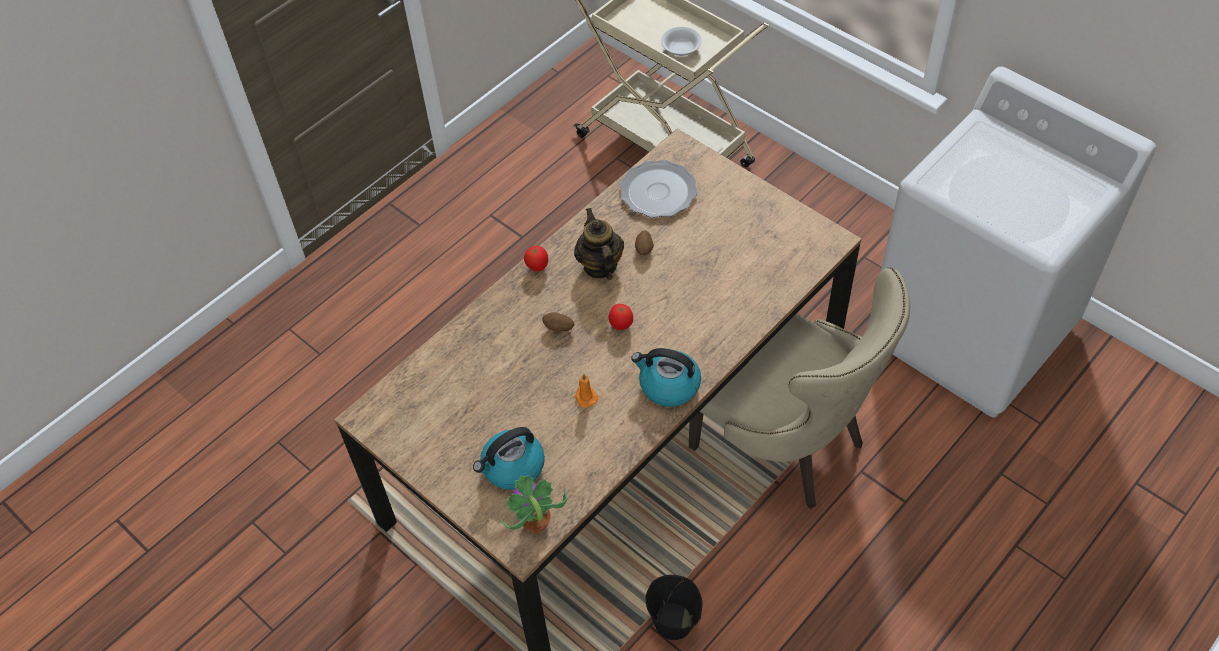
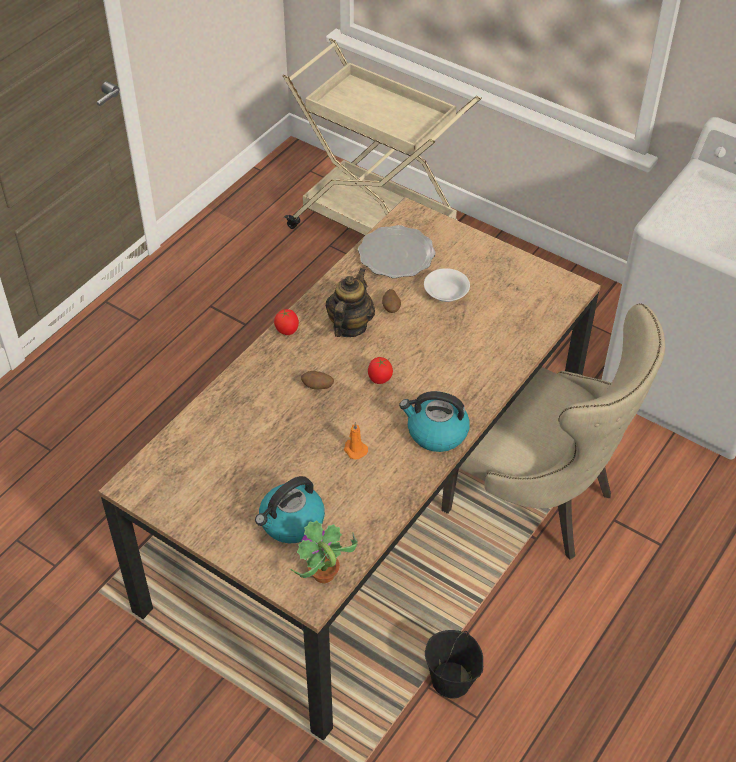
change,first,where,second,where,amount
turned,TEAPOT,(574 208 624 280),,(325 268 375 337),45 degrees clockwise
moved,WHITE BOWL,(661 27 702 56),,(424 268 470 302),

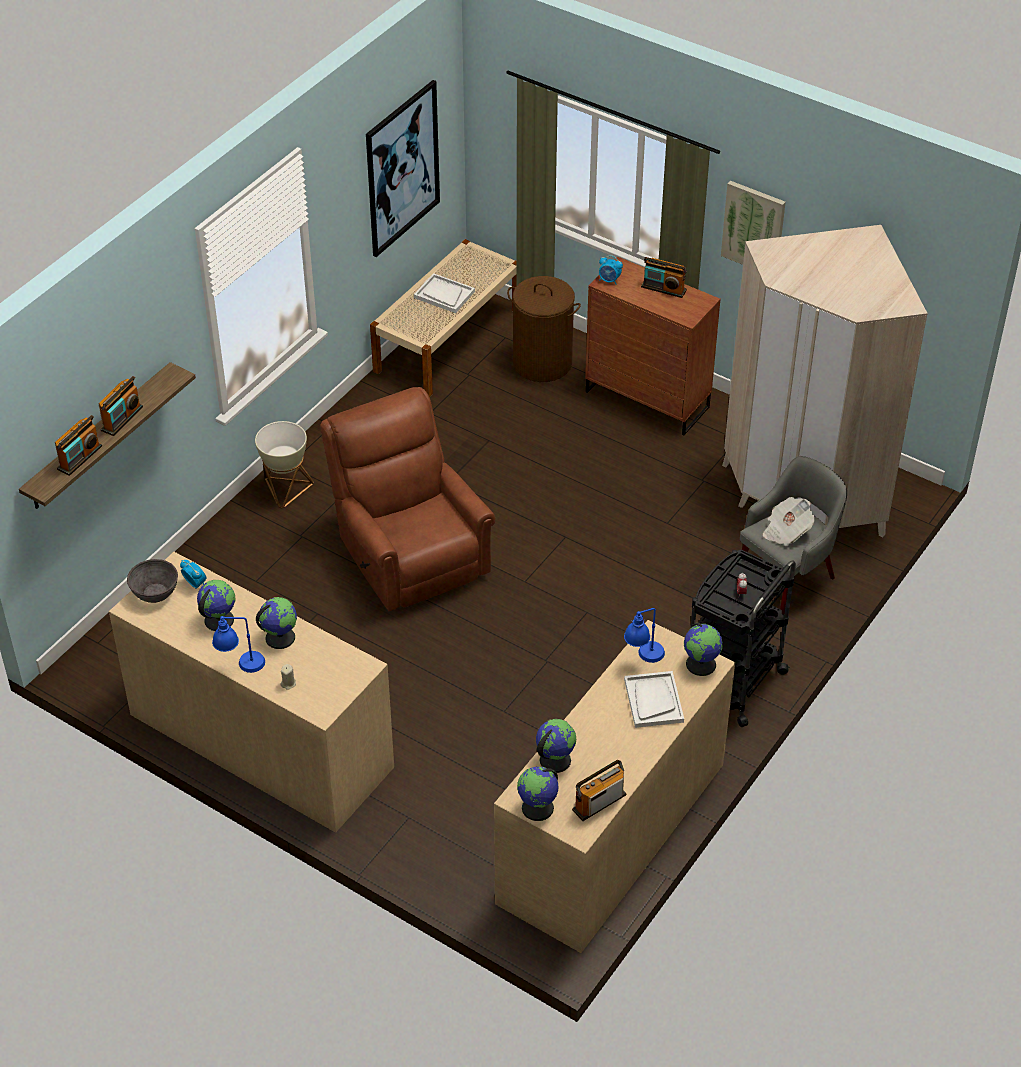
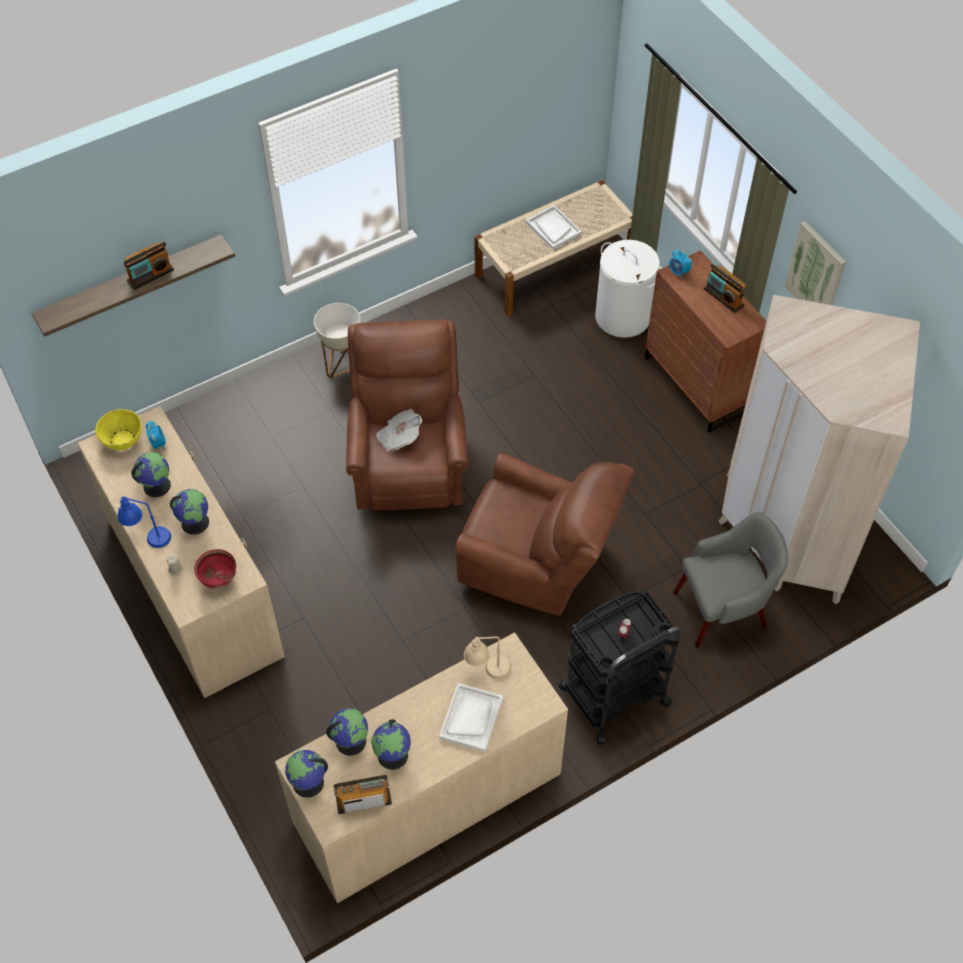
change,first,where,second,where,amount
removed,RADIO,(55 415 102 476),,,
recoloured,GREY BOWL,(127 559 178 603),YELLOW BOWL,(95 409 142 450),
removed,PICTURE,(366 80 440 257),,,
recoloured,BROWN LAUNDRY BASKET,(507 276 581 382),WHITE LAUNDRY BASKET,(595 240 660 338),
recoloured,BLUE TABLE LAMP,(624 608 665 663),BEIGE TABLE LAMP,(464 636 511 679),
moved,GLOBE,(684 623 723 676),,(371 719 411 770),
moved,NEWSPAPER,(763 497 815 546),,(376 409 422 452),
added,,,RED BOWL,(194 549 236 588),
added,,,BROWN ARMCHAIR,(455 453 634 616),

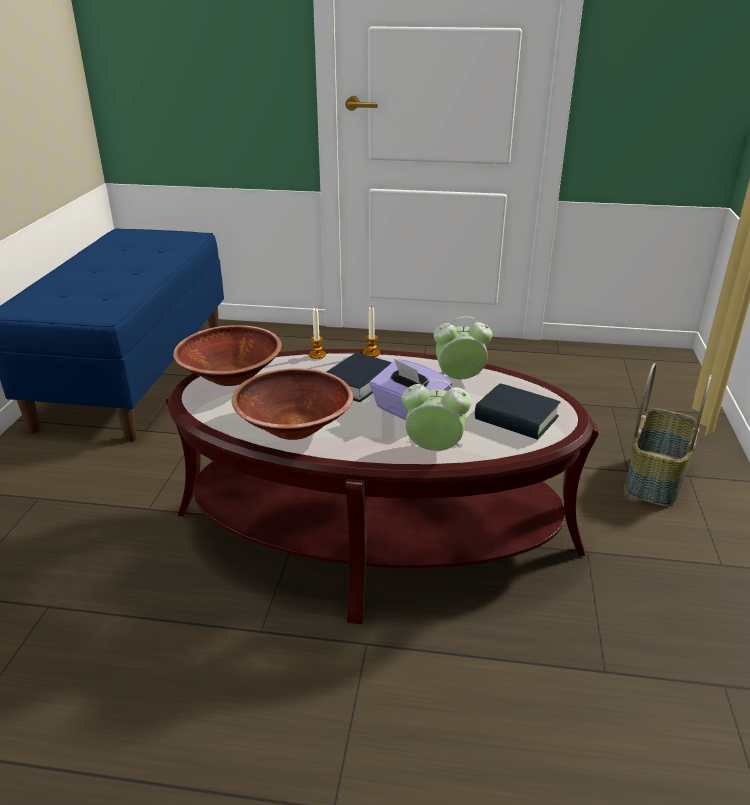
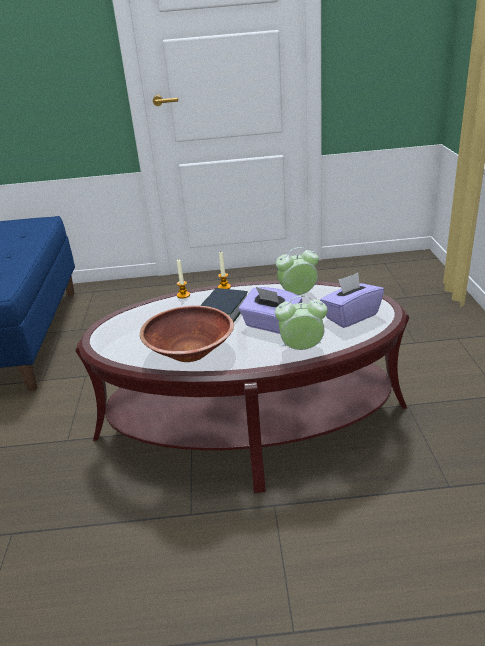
change,first,where,second,where,amount
removed,BROWN BOWL,(173 325 282 386),,,
replaced,BOOK,(475 383 560 440),PURPLE TISSUE BOX,(320 273 384 328),
removed,BASKET,(625 363 712 506),,,

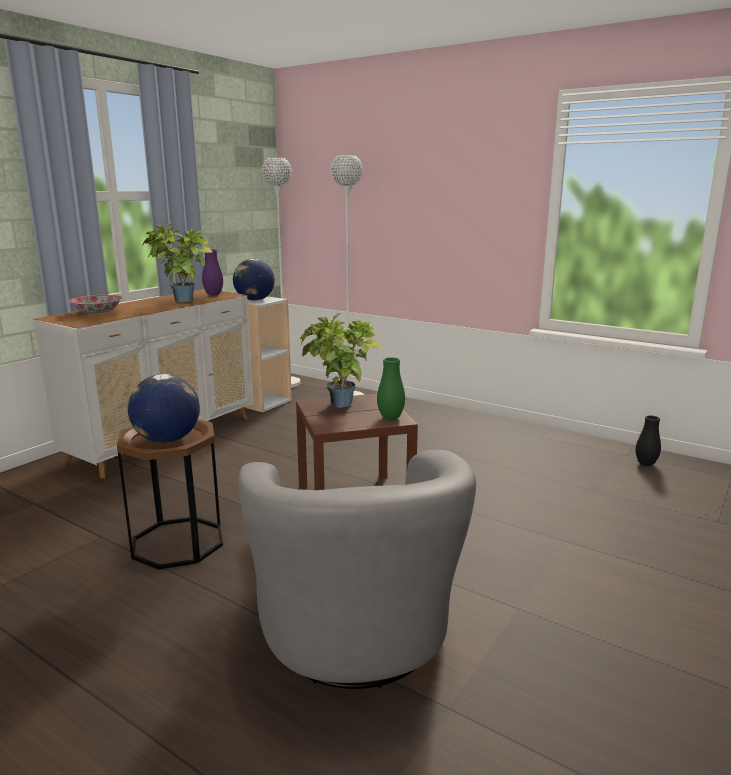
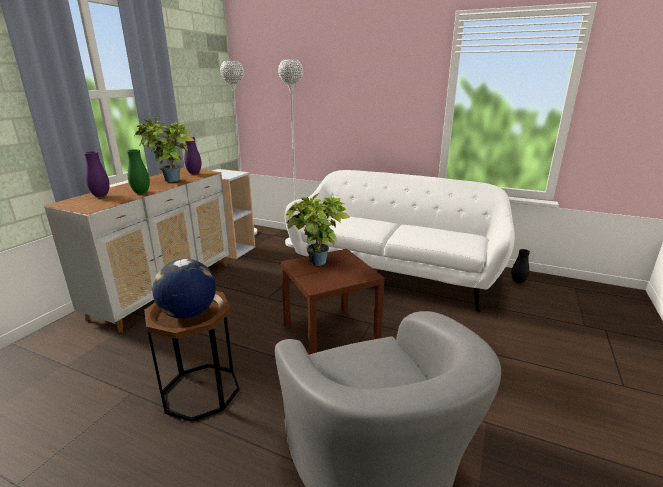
change,first,where,second,where,amount
replaced,BOWL,(69 295 123 313),PURPLE VASE,(84 151 110 197),
removed,GLOBE,(233 259 275 301),,,
moved,GREEN VASE,(377 357 405 420),,(127 149 150 194),
added,,,WHITE SOFA,(285 170 515 312),

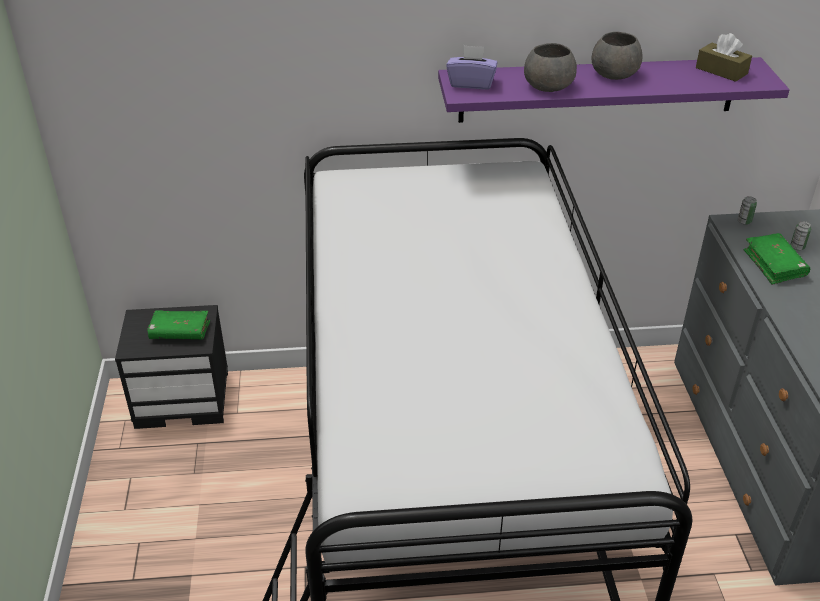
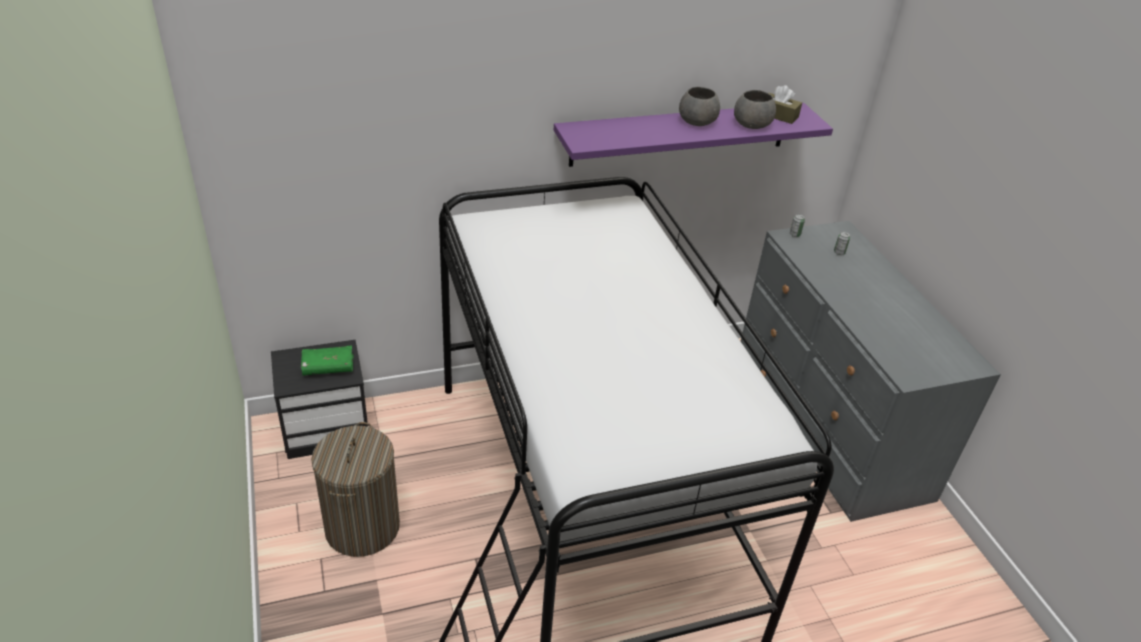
change,first,where,second,where,amount
removed,PURPLE TISSUE BOX,(446 45 498 89),,,
moved,GREY BOWL,(524 43 577 92),,(734 90 776 129),
removed,GREEN BOOK,(744 233 810 285),,,
added,,,LAUNDRY BASKET,(311 422 400 557),

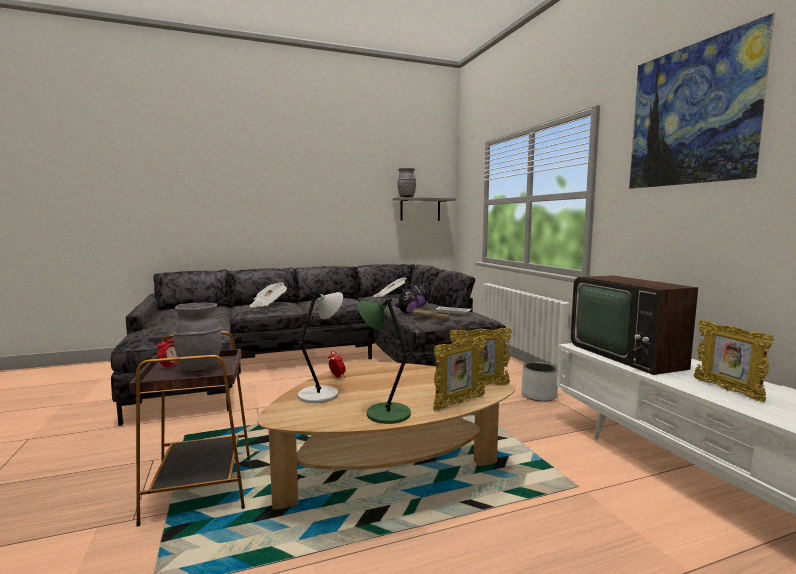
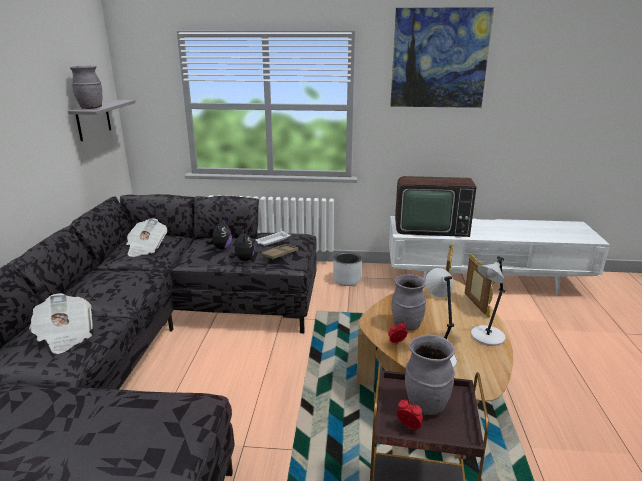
change,first,where,second,where,amount
recoloured,GREEN TABLE LAMP,(358 298 411 424),GREY TABLE LAMP,(471 256 506 346),
removed,PICTURE FRAME,(694 320 774 402),,,
added,,,GREY VASE,(392 274 426 331),

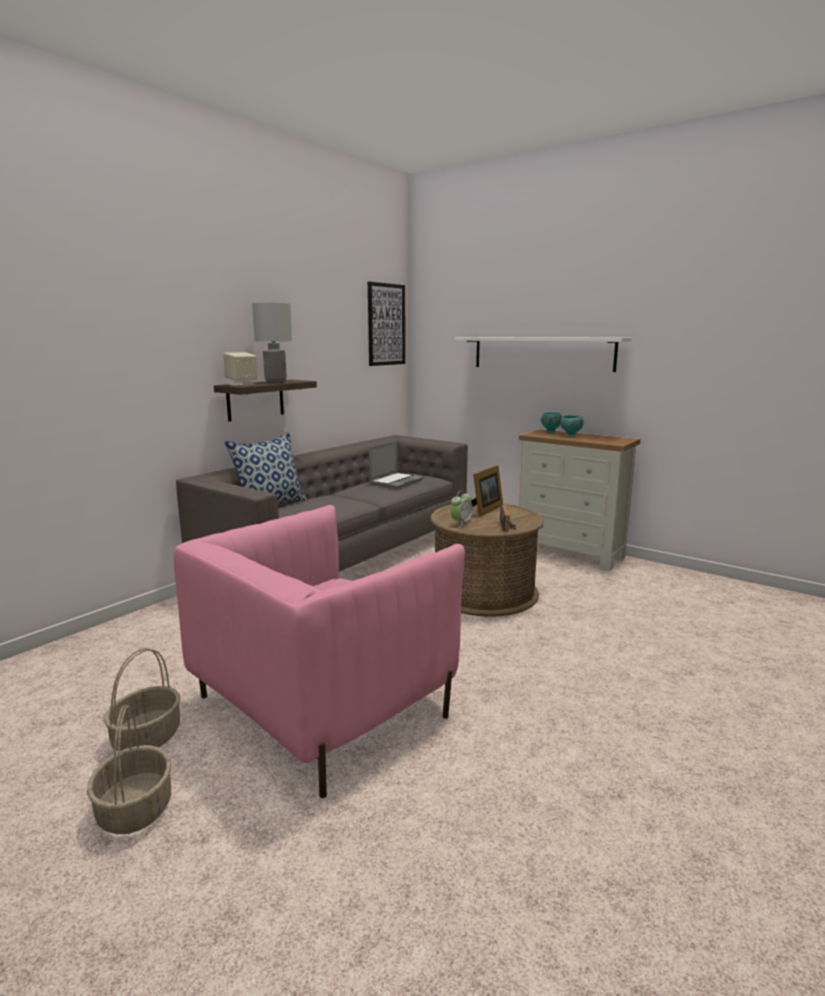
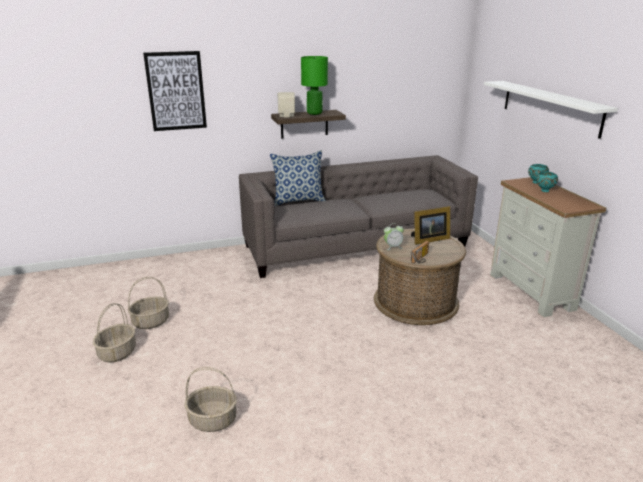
change,first,where,second,where,amount
removed,PINK ARMCHAIR,(174 505 465 798),,,
recoloured,GREY TABLE LAMP,(252 302 292 383),GREEN TABLE LAMP,(301 56 328 115),
moved,PICTURE,(368 282 405 366),,(143 51 207 131),
removed,LAPTOP,(369 441 424 489),,,
added,,,BASKET,(184 367 237 432),

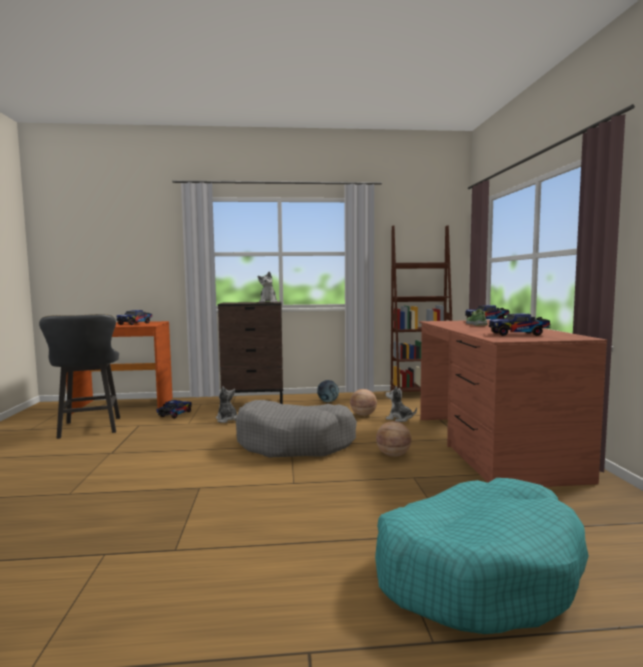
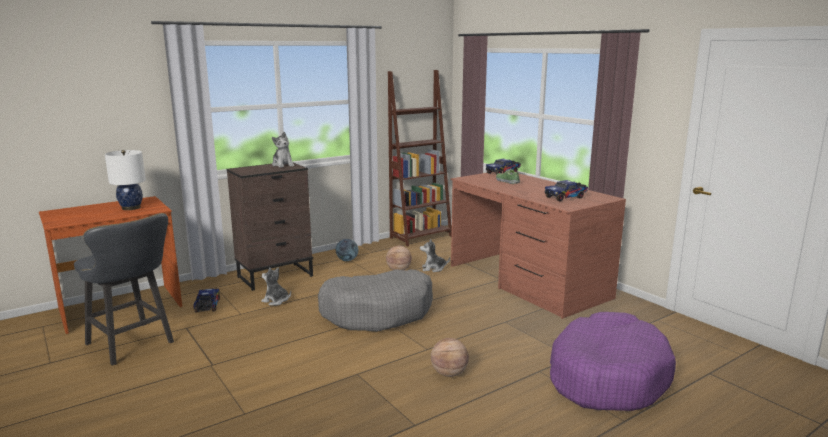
change,first,where,second,where,amount
replaced,TOY TRUCK,(116 310 152 325),WHITE TABLE LAMP,(105 150 146 210),
recoloured,TURQUOISE DOG BED,(375 478 589 634),PURPLE DOG BED,(550 312 676 411),
moved,BASKETBALL,(376 421 412 457),,(431 338 469 377),

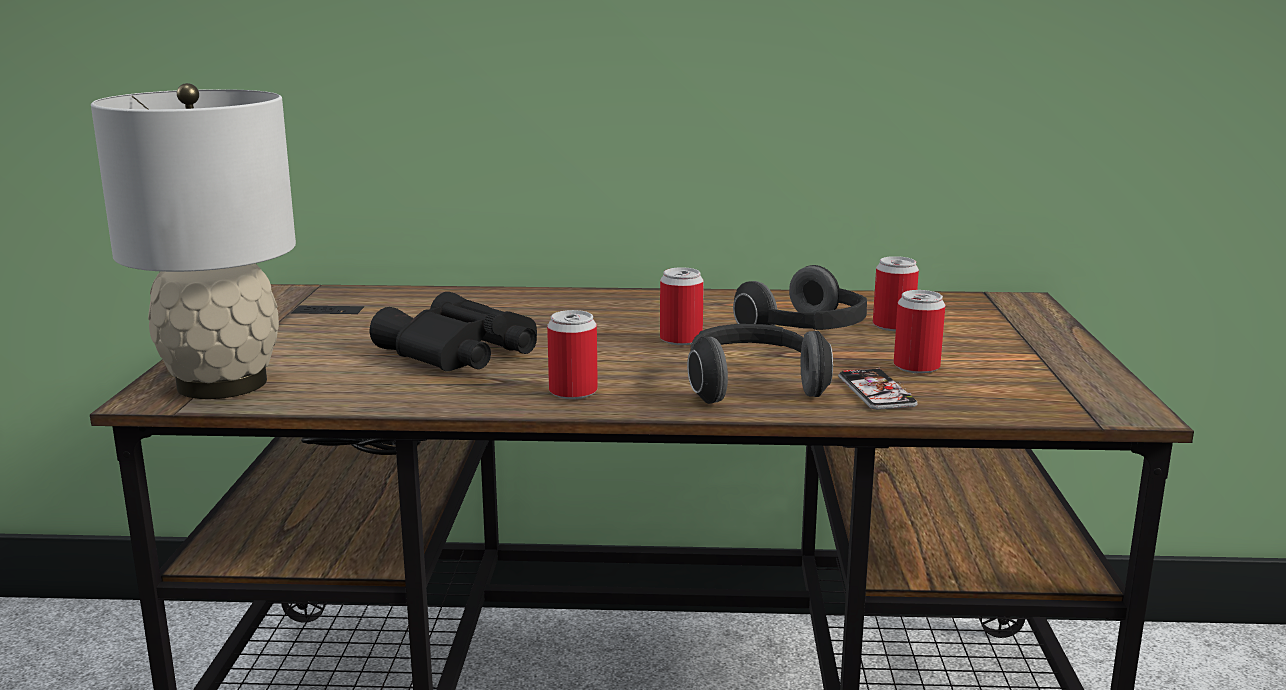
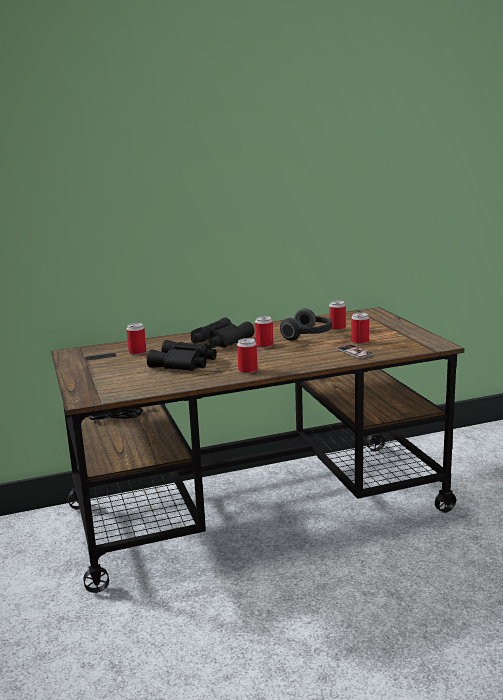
change,first,where,second,where,amount
removed,WHITE TABLE LAMP,(91 83 296 399),,,
removed,HEADPHONES,(687 324 833 404),,,
added,,,CAN,(127 323 146 355),
added,,,BLACK BINOCULARS,(191 317 255 348),

